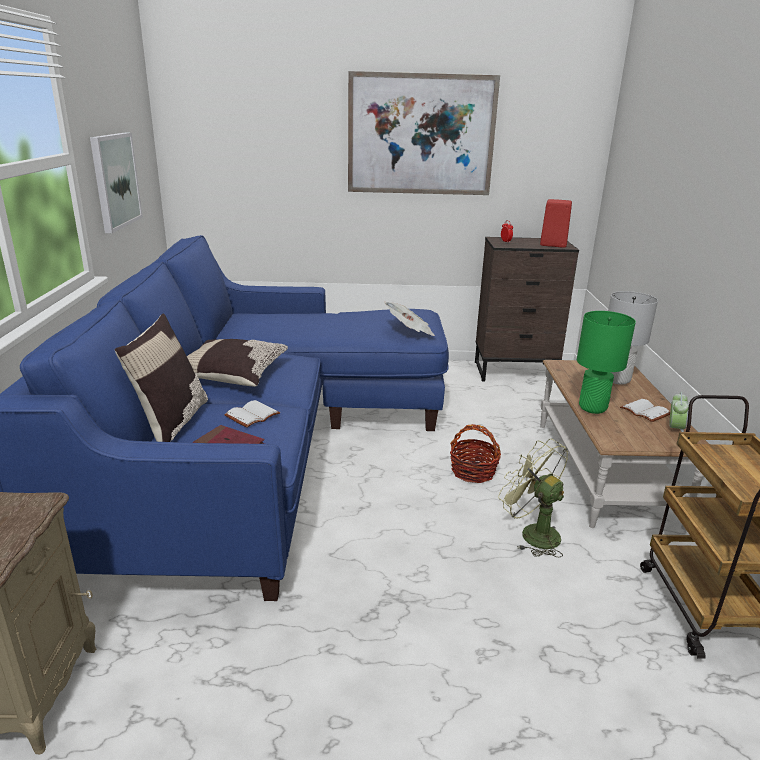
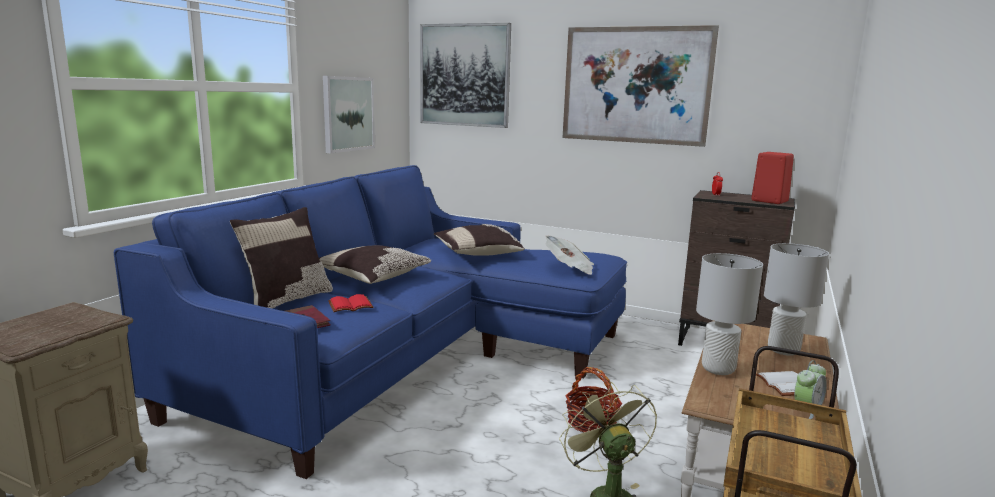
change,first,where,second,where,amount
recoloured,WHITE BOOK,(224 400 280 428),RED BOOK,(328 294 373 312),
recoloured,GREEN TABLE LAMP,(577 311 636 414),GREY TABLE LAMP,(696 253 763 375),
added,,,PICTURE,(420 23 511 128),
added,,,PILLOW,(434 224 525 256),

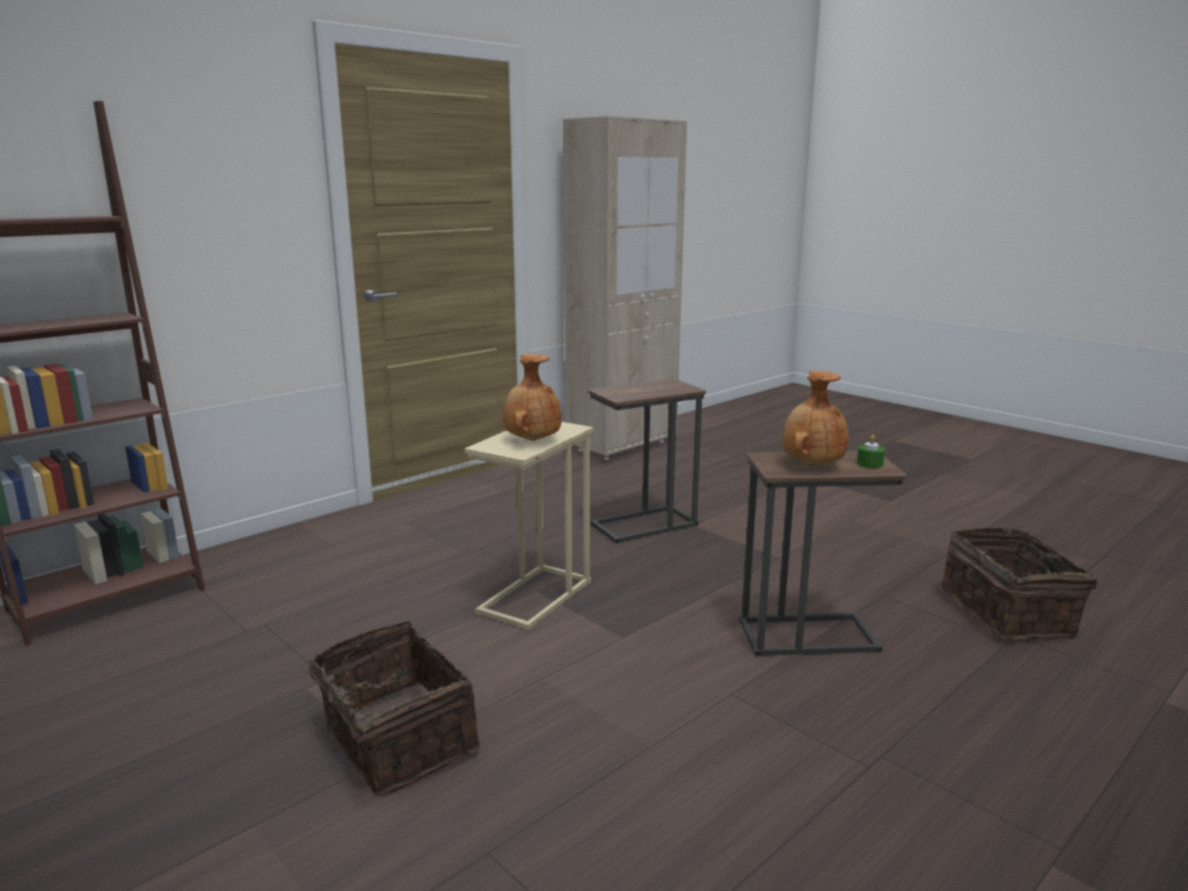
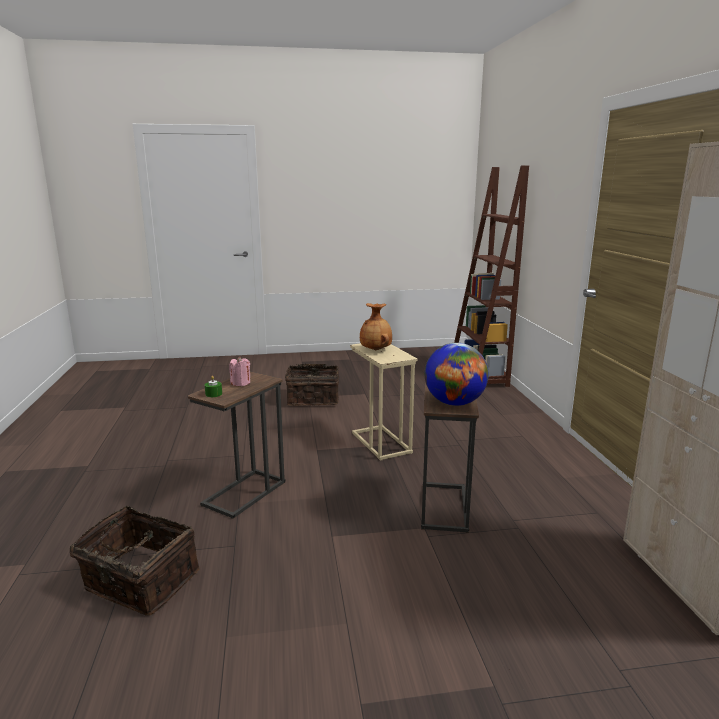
change,first,where,second,where,amount
replaced,BROWN VASE,(782 370 849 465),PINK CANDLE,(229 357 250 386),
added,,,GLOBE,(425 343 488 406),

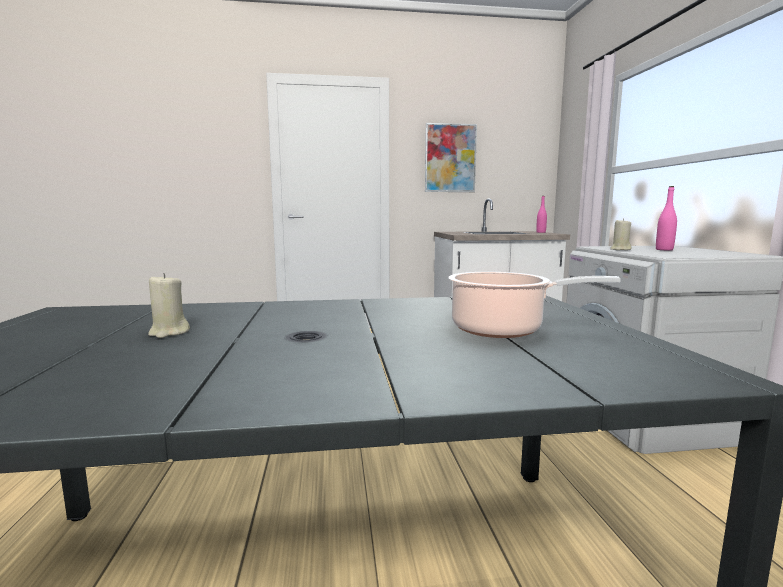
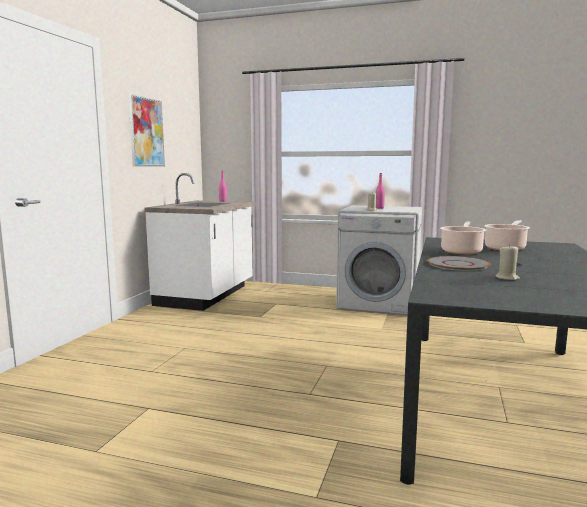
change,first,where,second,where,amount
added,,,GREY PLATE,(427 256 491 271),
added,,,COOKING POT,(440 221 486 254),

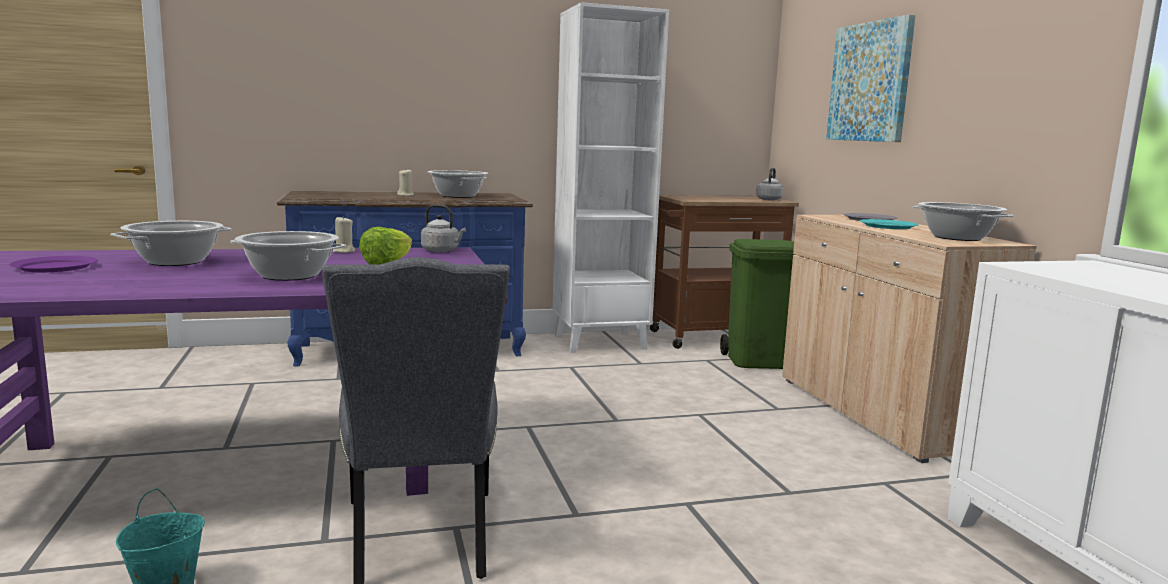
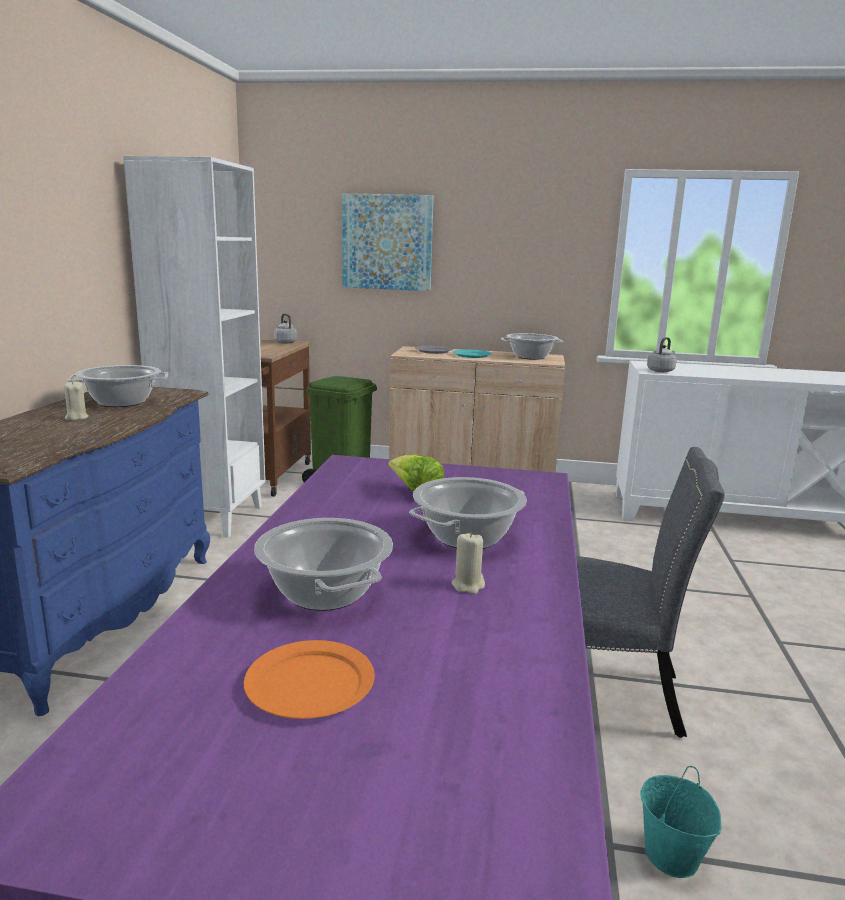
change,first,where,second,where,amount
recoloured,PURPLE PLATE,(10 256 98 272),ORANGE PLATE,(244 640 375 719),
moved,BEIGE CANDLE,(333 216 355 253),,(452 532 485 594),
moved,GREY KETTLE,(421 204 466 252),,(647 337 677 372),

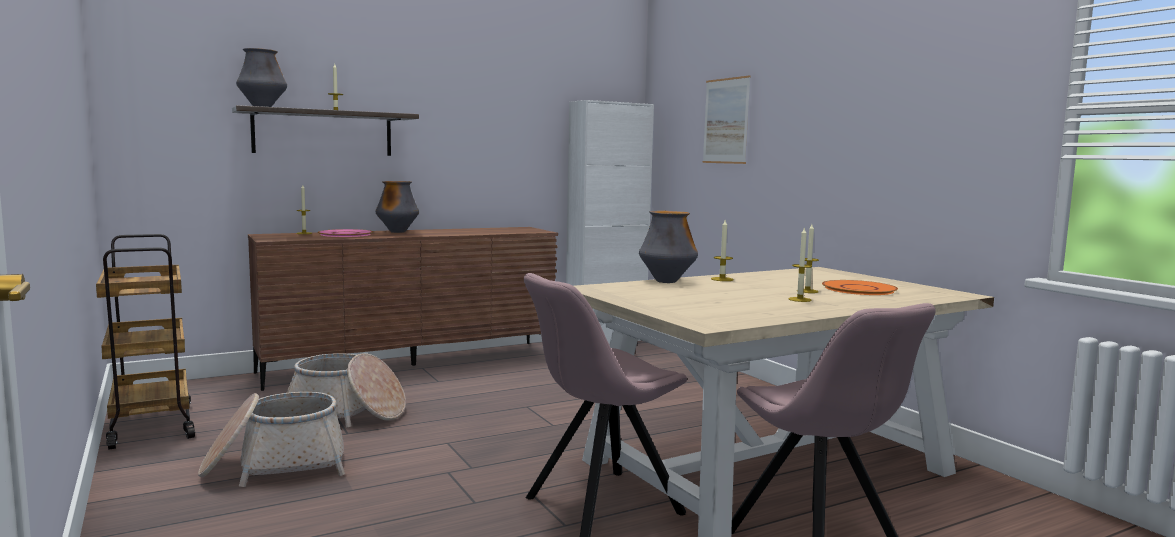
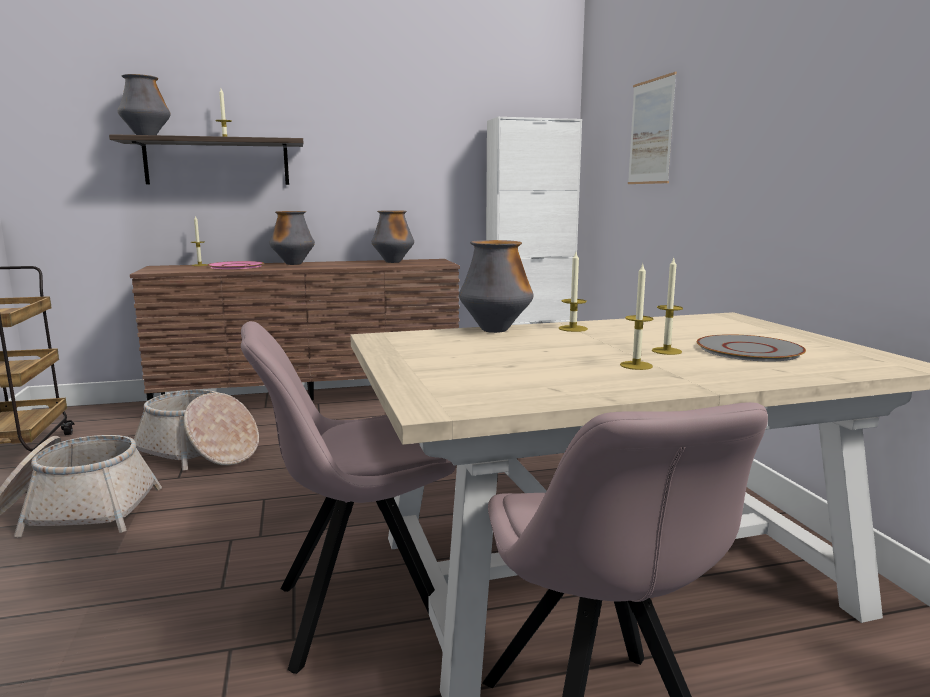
change,first,where,second,where,amount
recoloured,ORANGE PLATE,(822 280 898 295),GREY PLATE,(697 334 806 361),
added,,,VASE,(371 210 414 263),

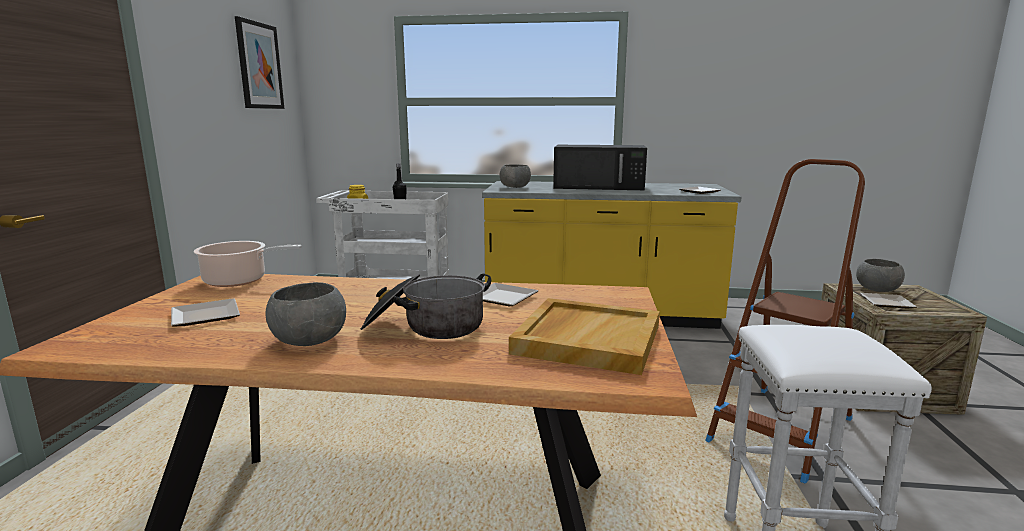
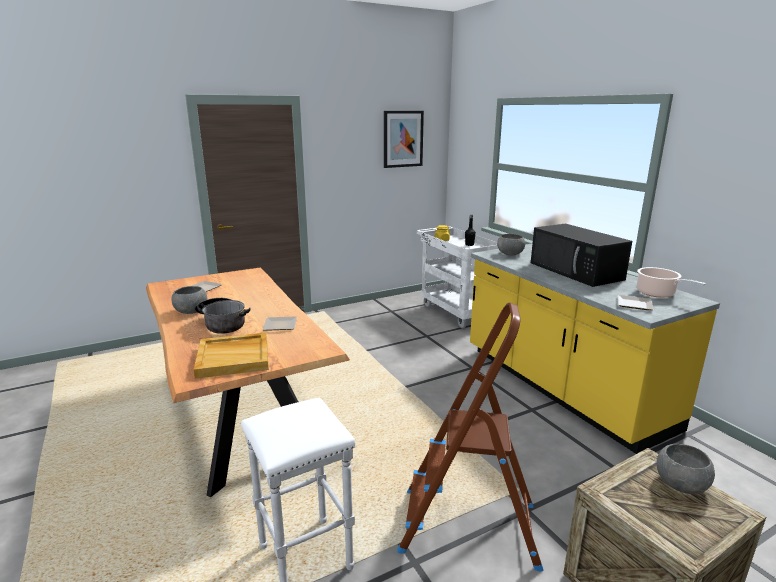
change,first,where,second,where,amount
moved,COOKING POT,(194 241 302 287),,(637 267 706 298),
removed,PLATE,(860 293 917 308),,,

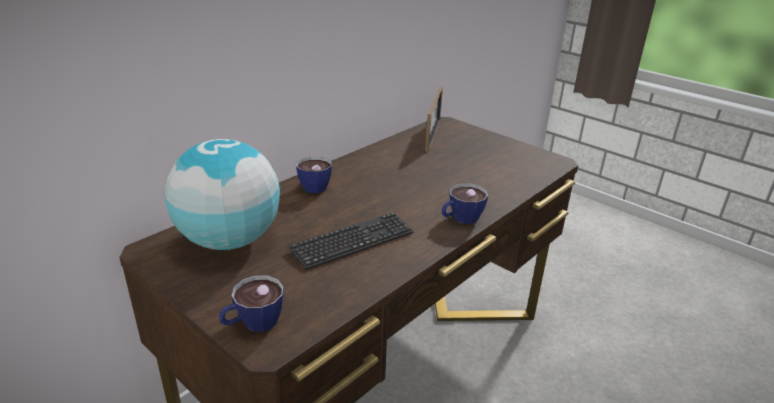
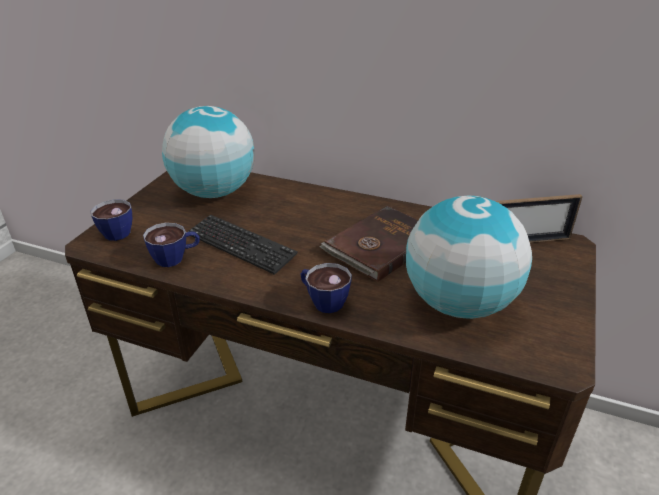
change,first,where,second,where,amount
moved,CUP,(296 157 332 193),,(143 222 200 267),
added,,,BROWN BOOK,(319 206 418 282),
added,,,GLOBE,(406 195 532 319),

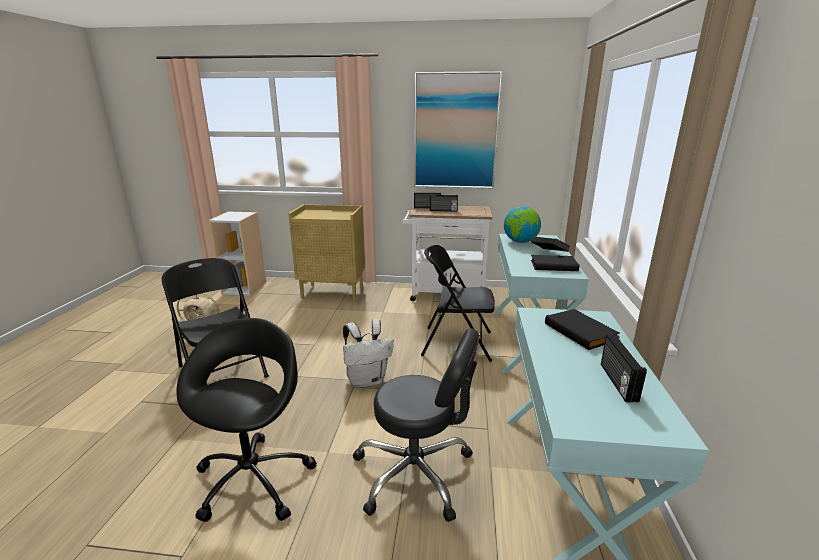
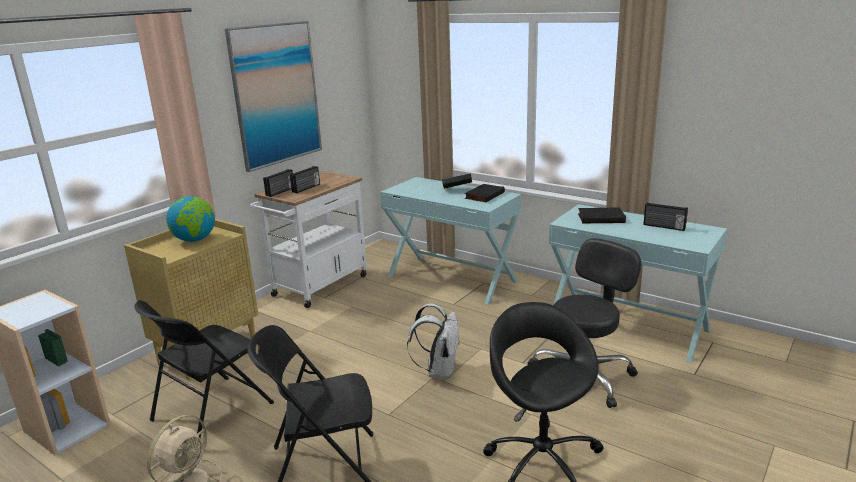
change,first,where,second,where,amount
moved,BLACK CHAIR,(421 245 495 362),,(134 300 274 438),
moved,GLOBE,(504 206 541 243),,(166 196 215 242),

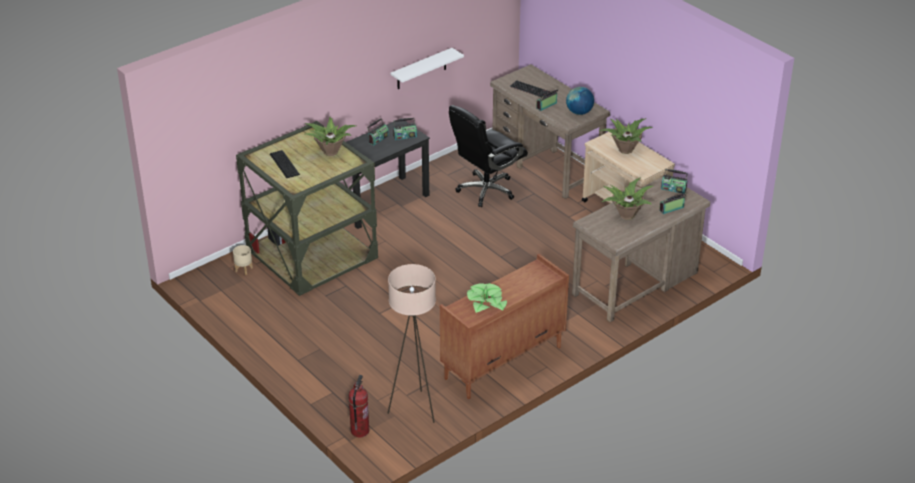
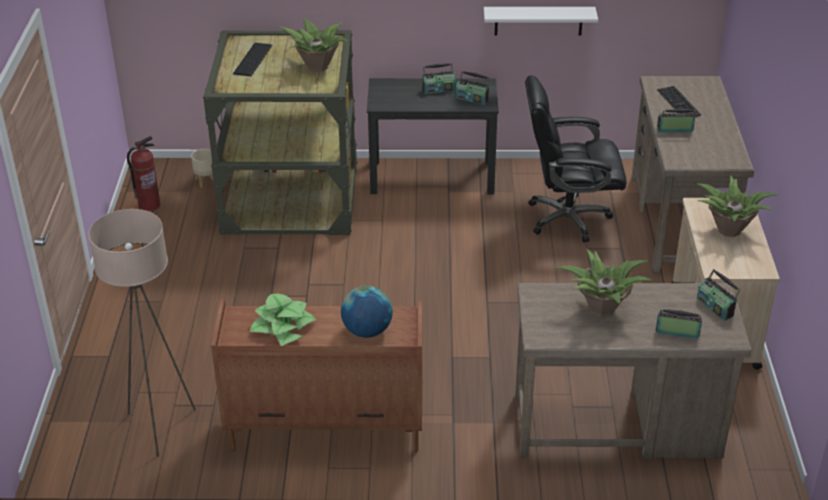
change,first,where,second,where,amount
moved,FIRE EXTINGUISHER,(349 375 369 437),,(127 136 160 212),
moved,GLOBE,(566 87 594 115),,(341 286 393 338),

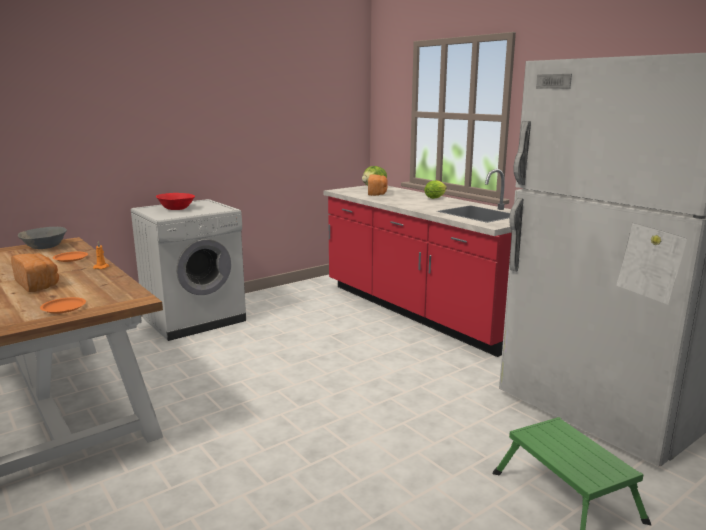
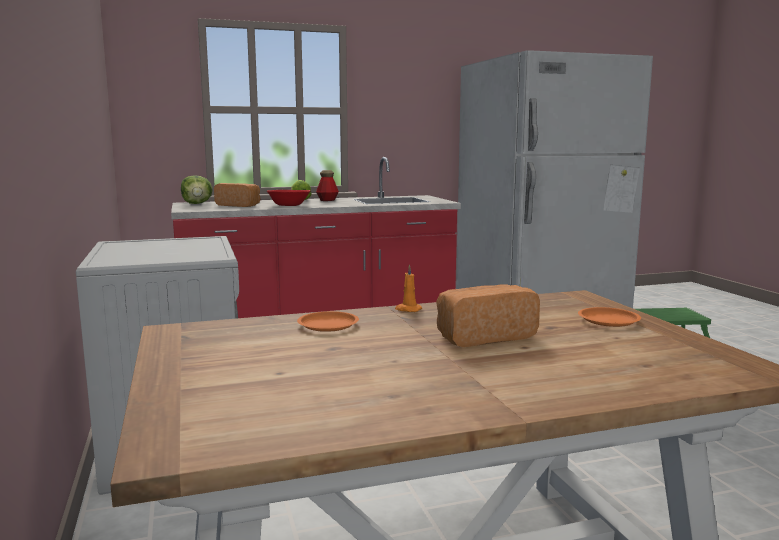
change,first,where,second,where,amount
removed,GREY BOWL,(18 227 67 249),,,
moved,RED BOWL,(156 193 195 210),,(267 190 310 206),
added,,,BOTTLE,(316 170 339 201),

